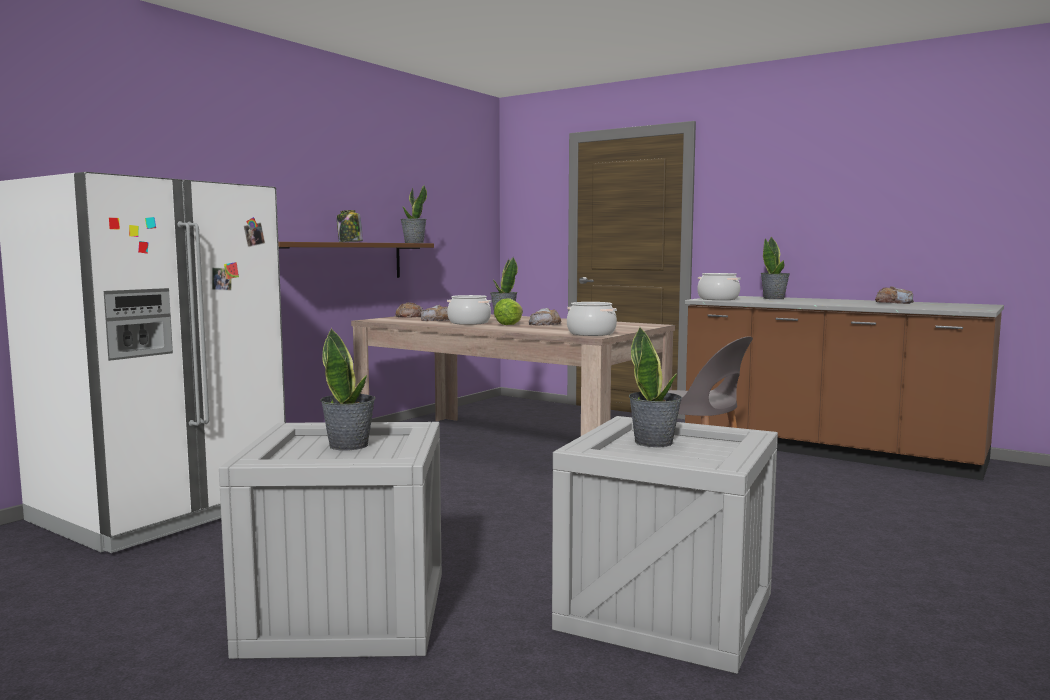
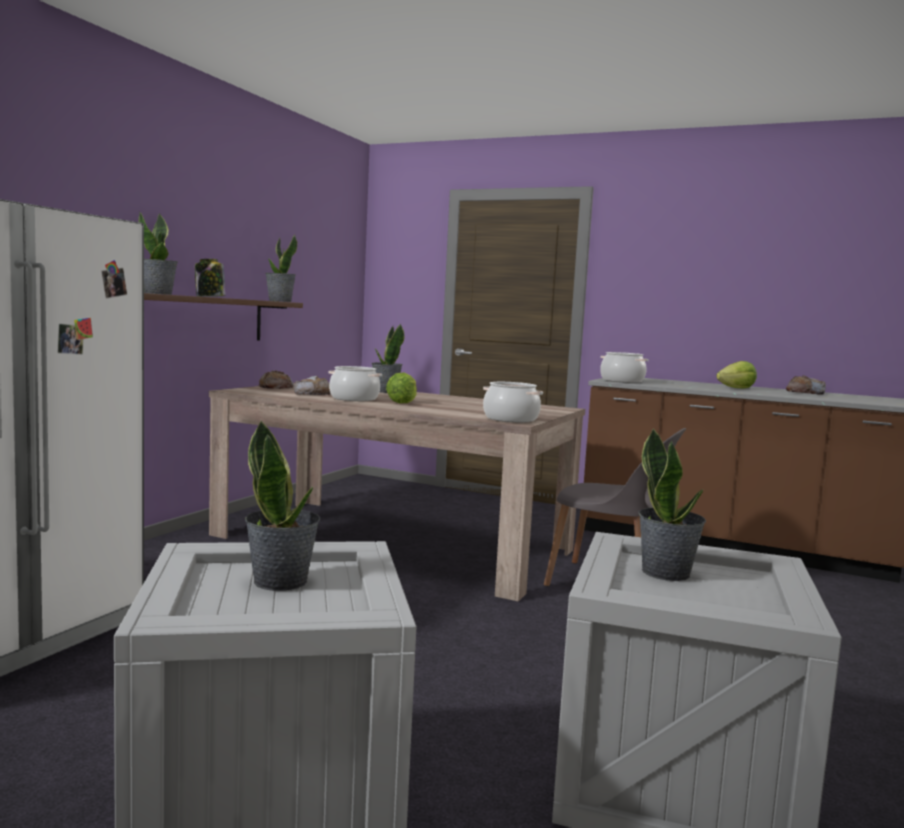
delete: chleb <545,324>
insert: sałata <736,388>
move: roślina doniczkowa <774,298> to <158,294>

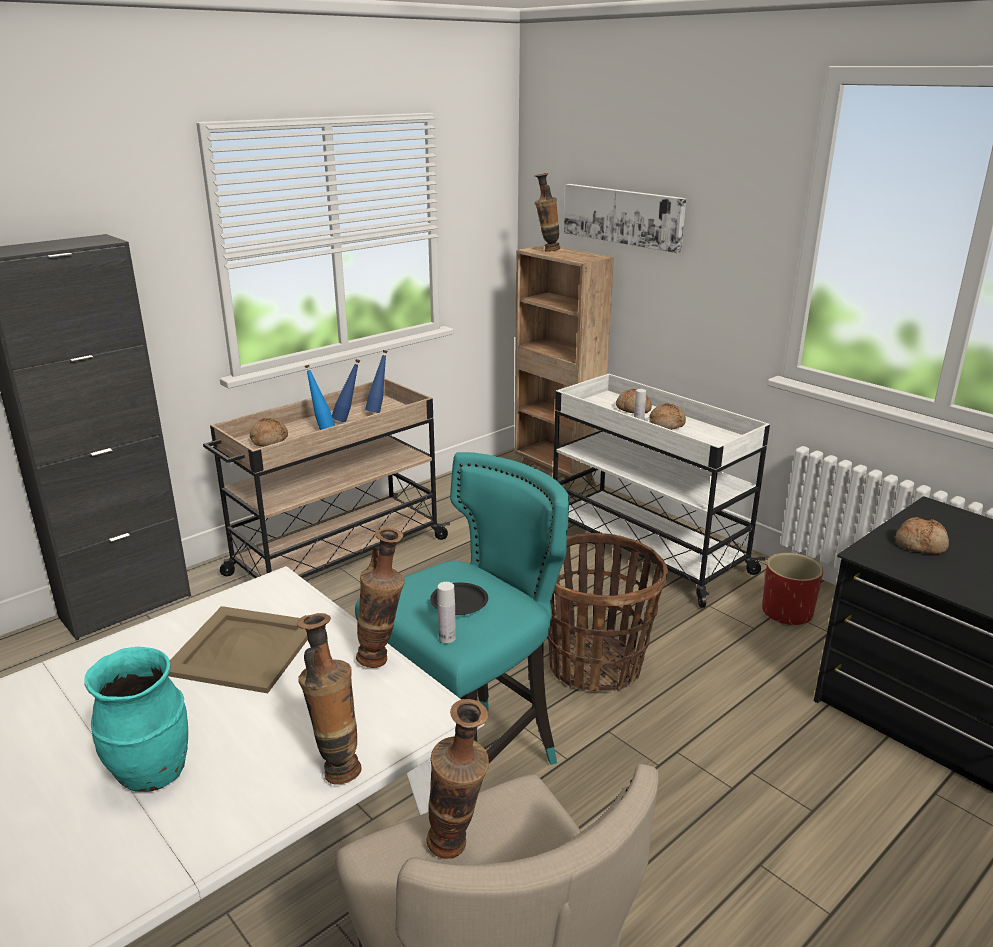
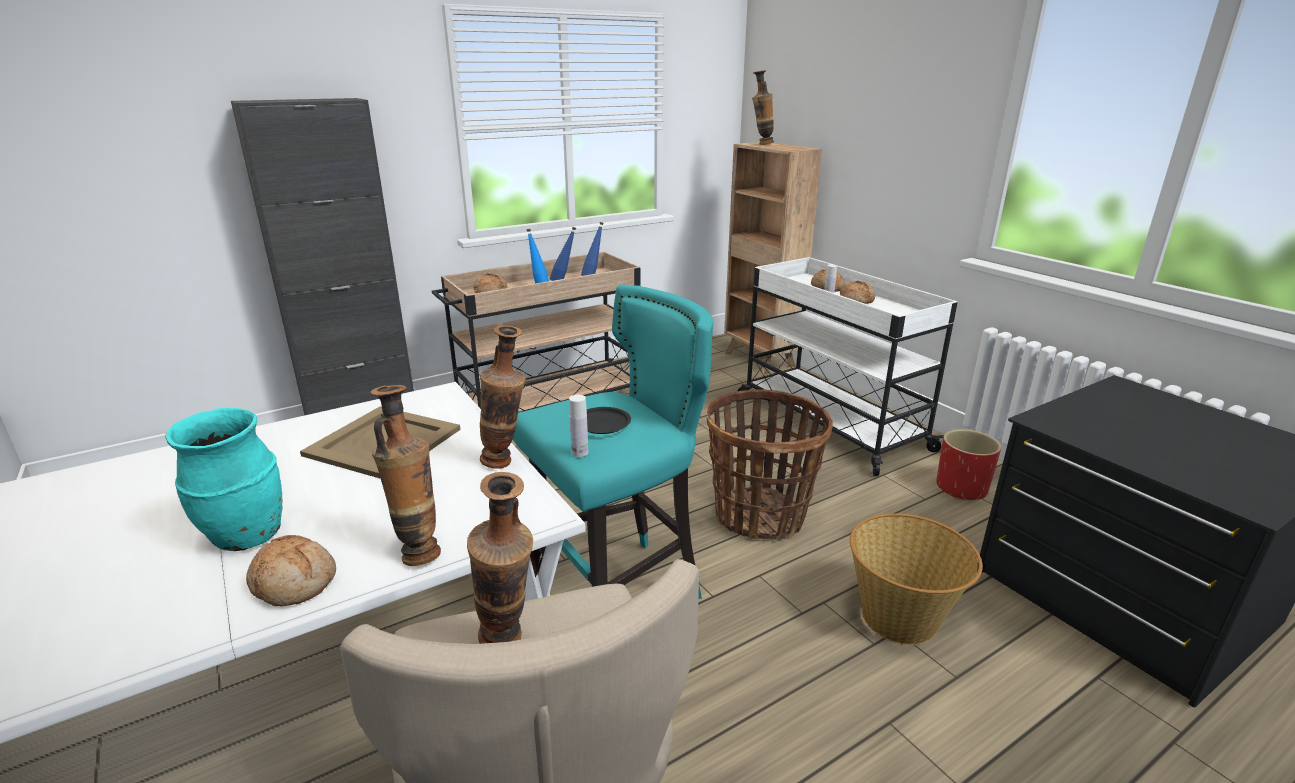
delete: obraz <623,216>
insert: koszyk <900,617>
move: chleb <921,544> to <295,582>

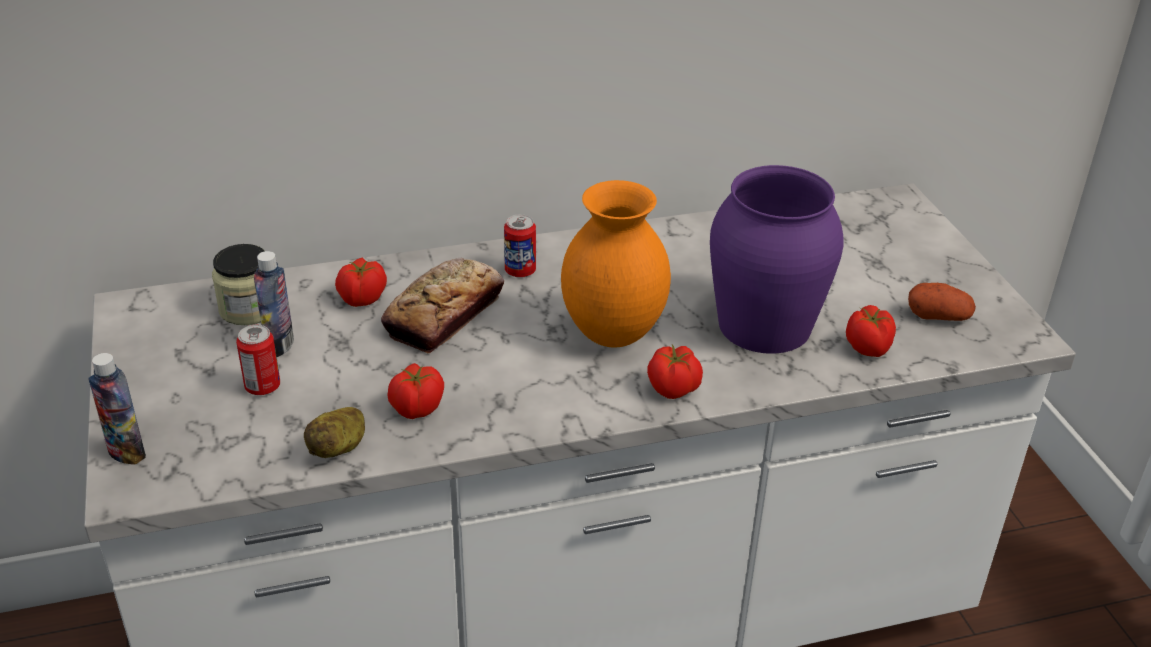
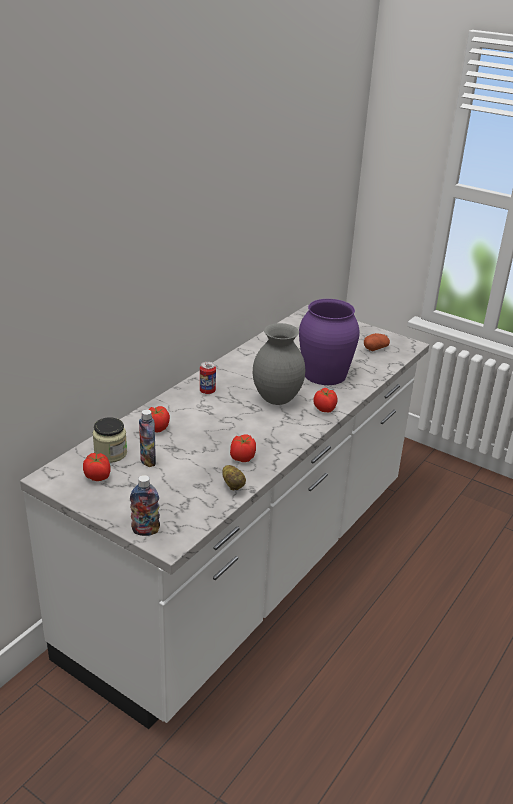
delete: puszka <262,387>; chleb <444,314>
move: pomidor <868,348> to <97,476>
recolor: wazon (pomarańczowy) <613,333> to wazon (szary) <276,399>

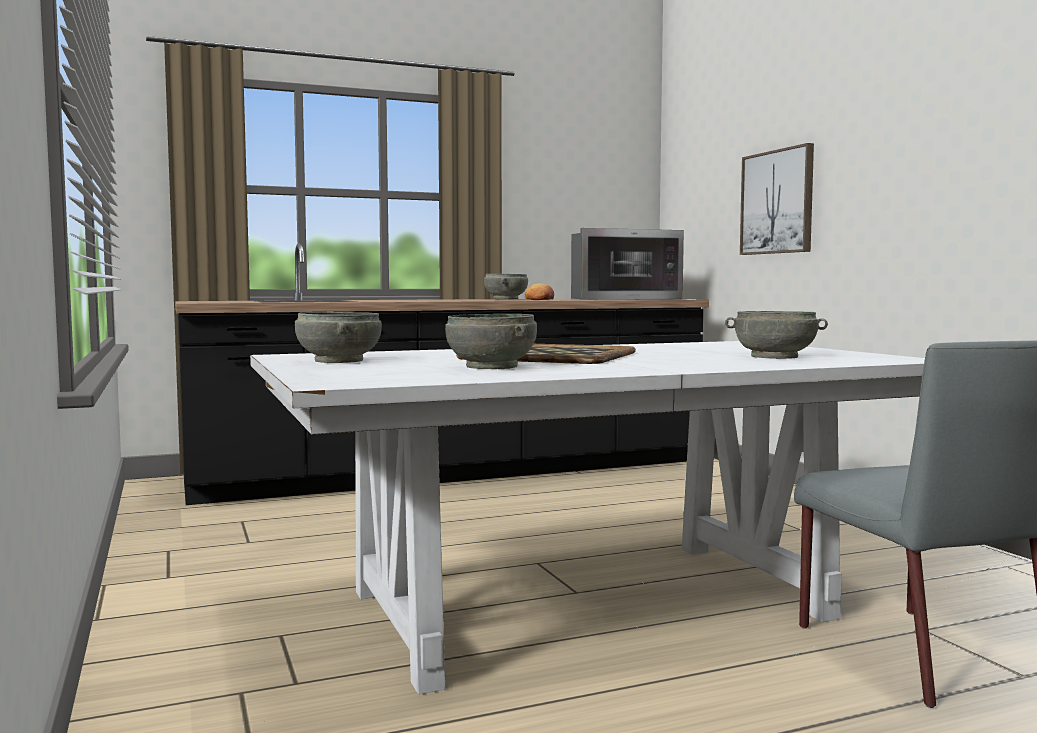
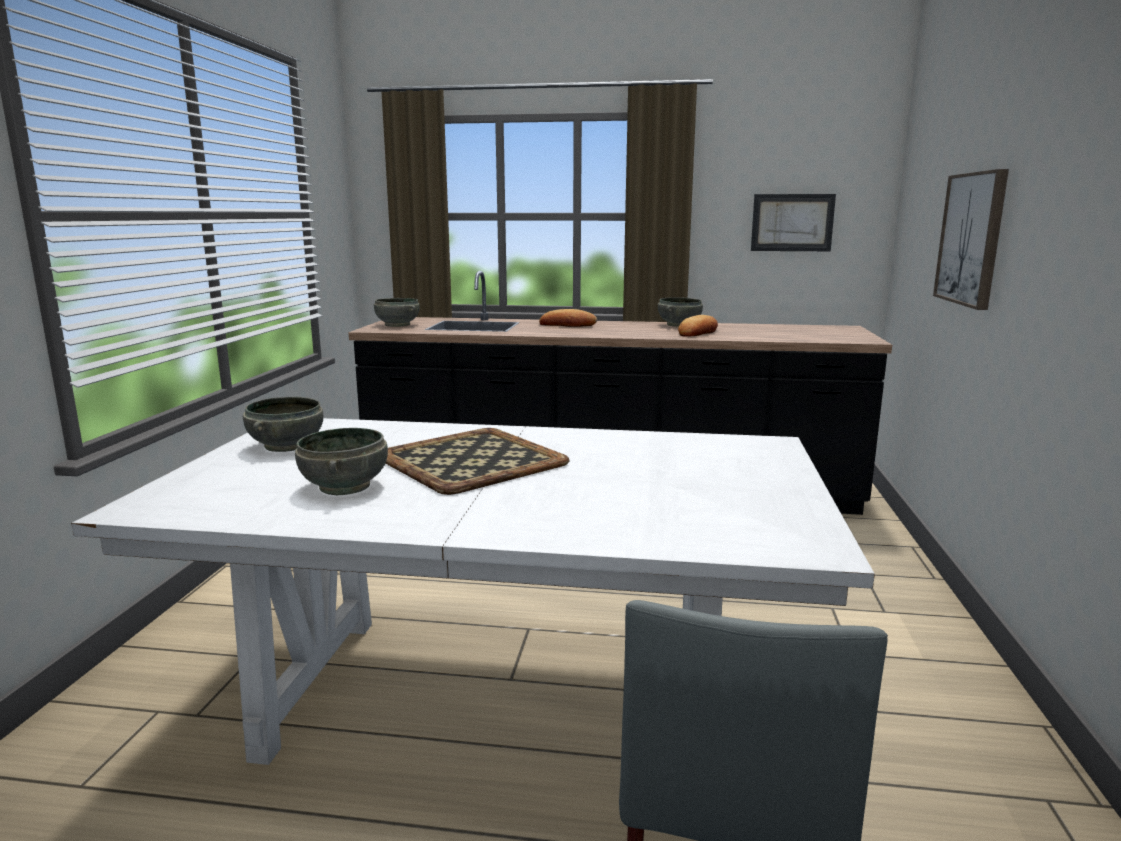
delete: mikrofalówka <620,298>
insert: chleb <567,325>; obraz <792,222>
move: miska (szary) <774,357> to <397,325>

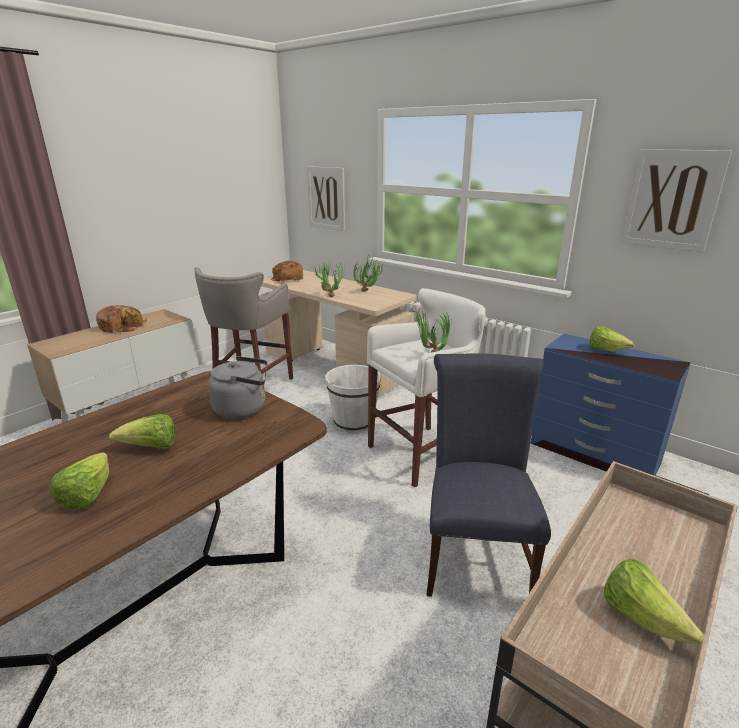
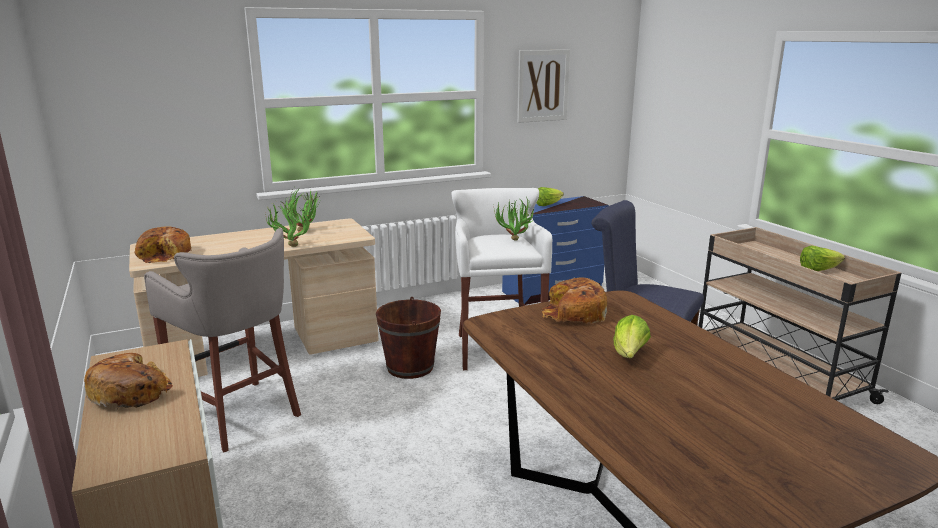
delete: sałata <88,495>; obraz <326,198>
replace: czajnik (szary) <244,409> to chleb <573,314>
recolor: wiadro (biały) <353,422> to wiadro (brązowy) <410,367>

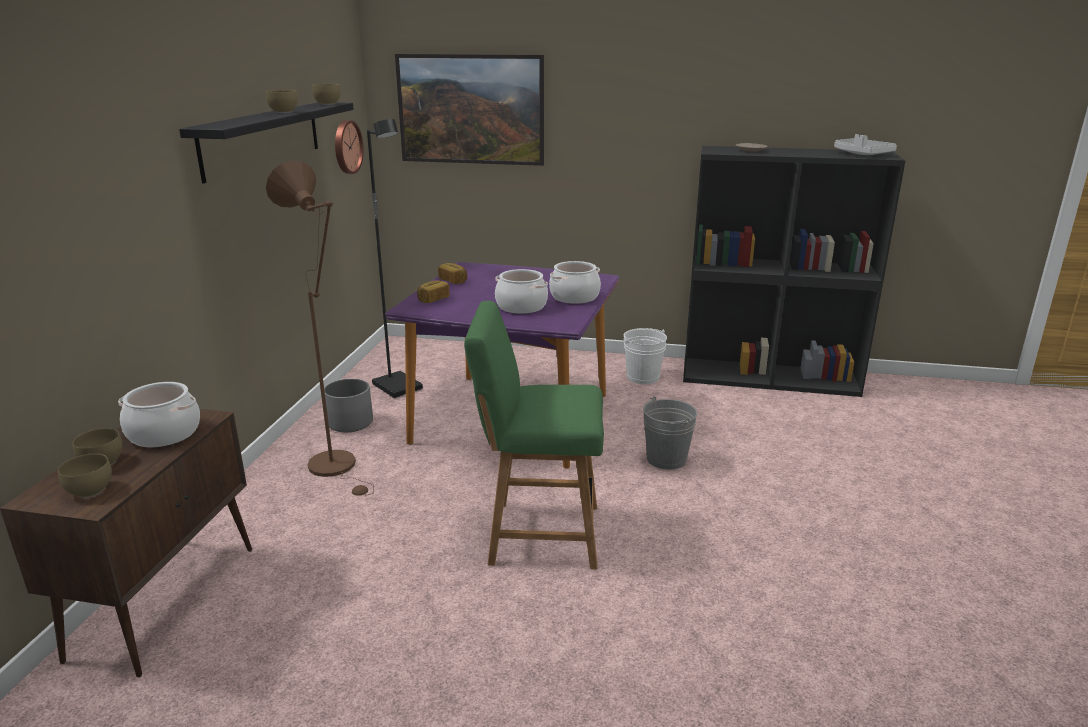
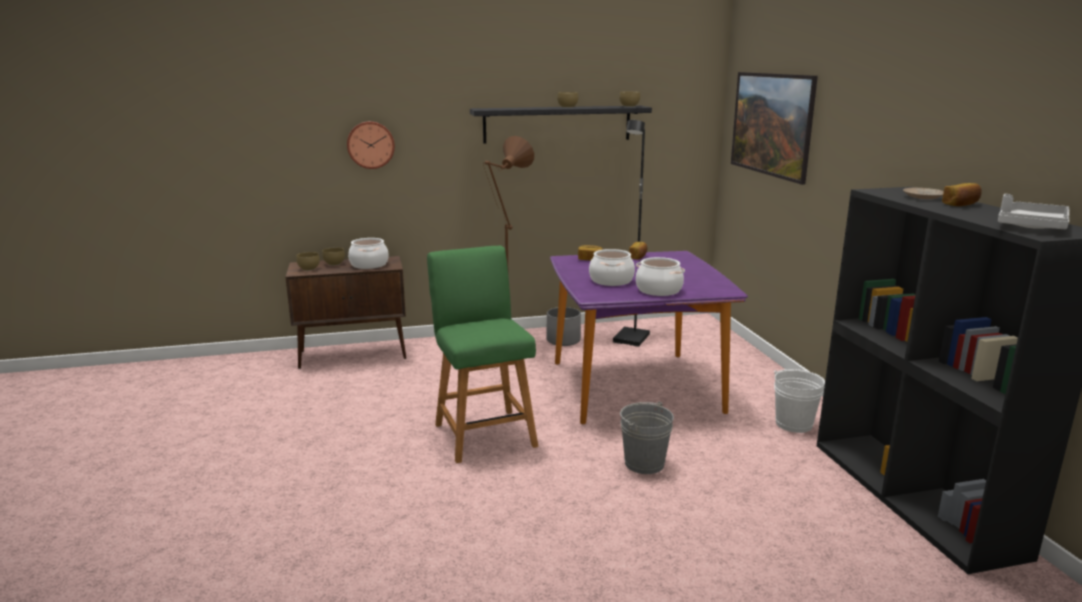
insert: chleb <961,204>
move: zegar ścienny <346,147> to <370,144>

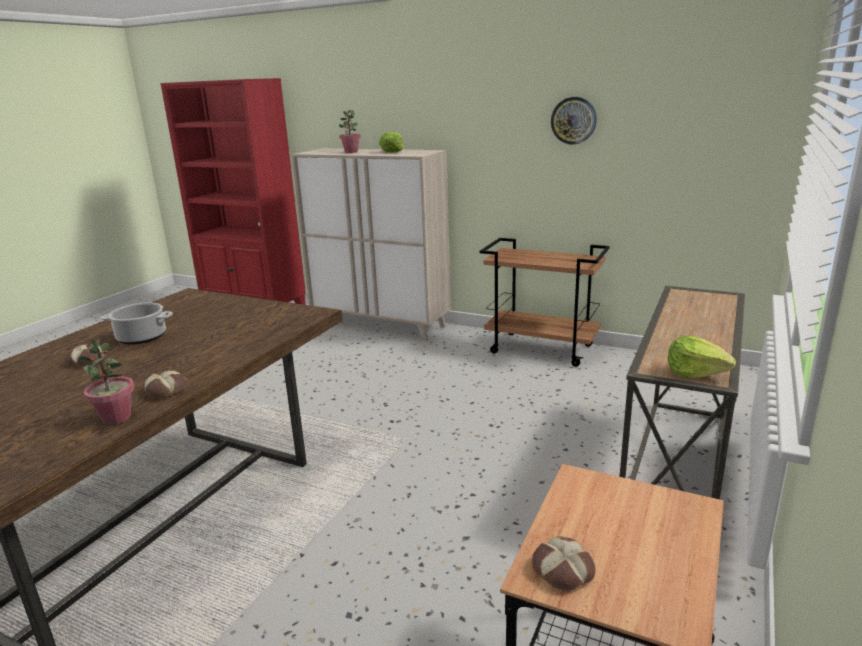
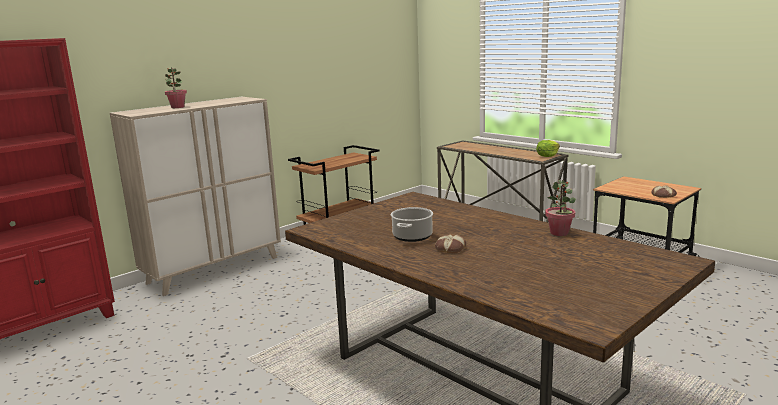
delete: chleb <167,390>; sałata <392,151>; zegar ścienny <573,120>

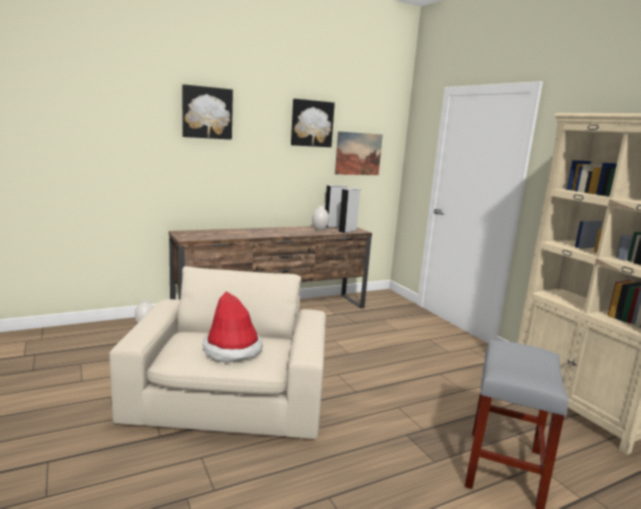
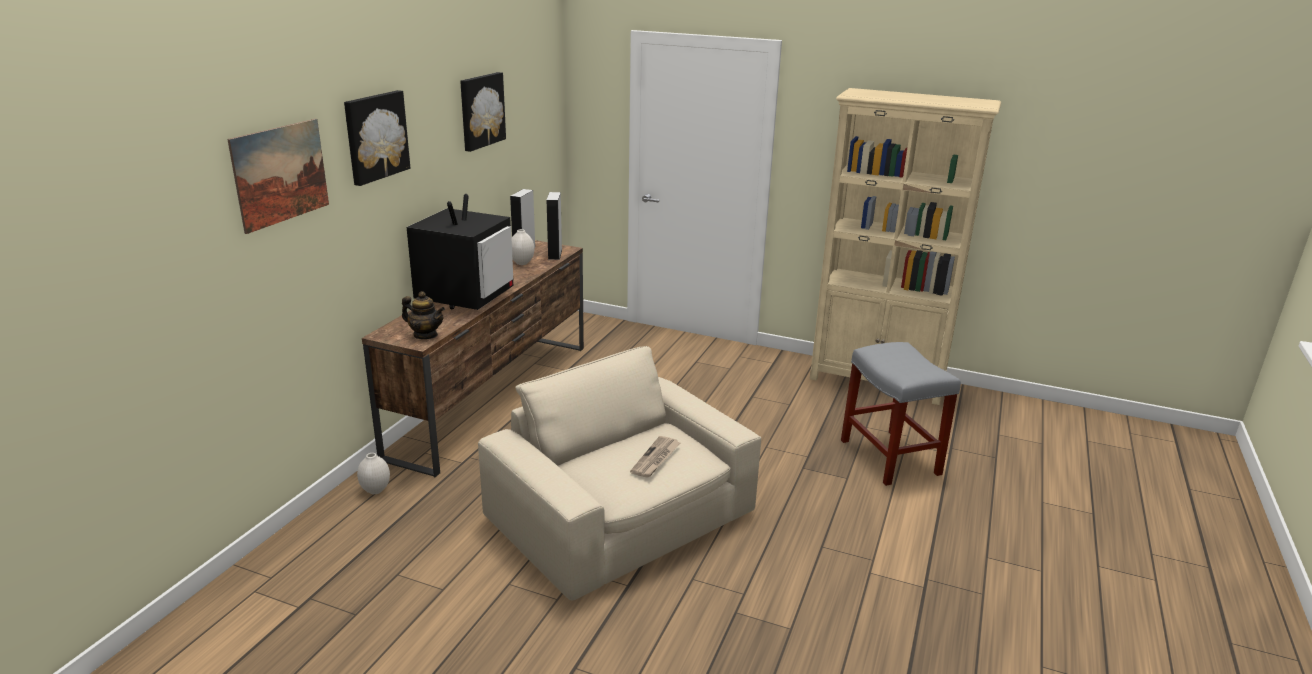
insert: imbryk <425,335>; telewizor <465,297>
move: obraz <358,154> to <281,174>
replace: kapelusz <232,349> to gazeta <656,459>

